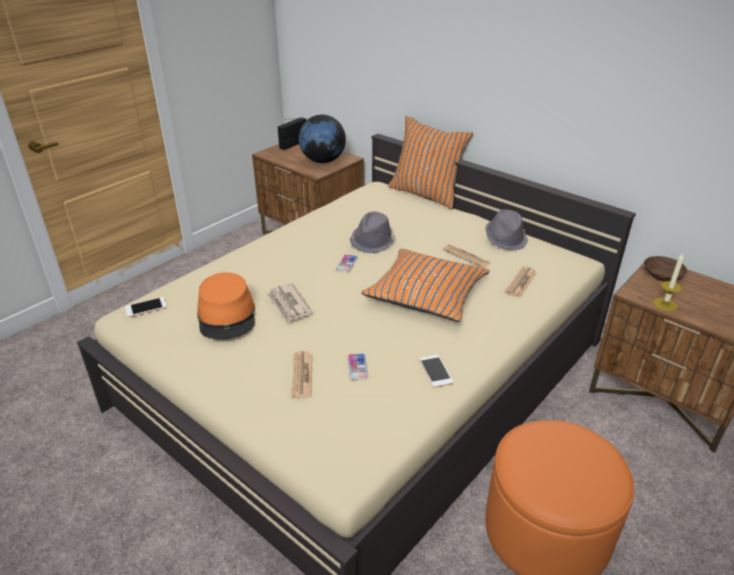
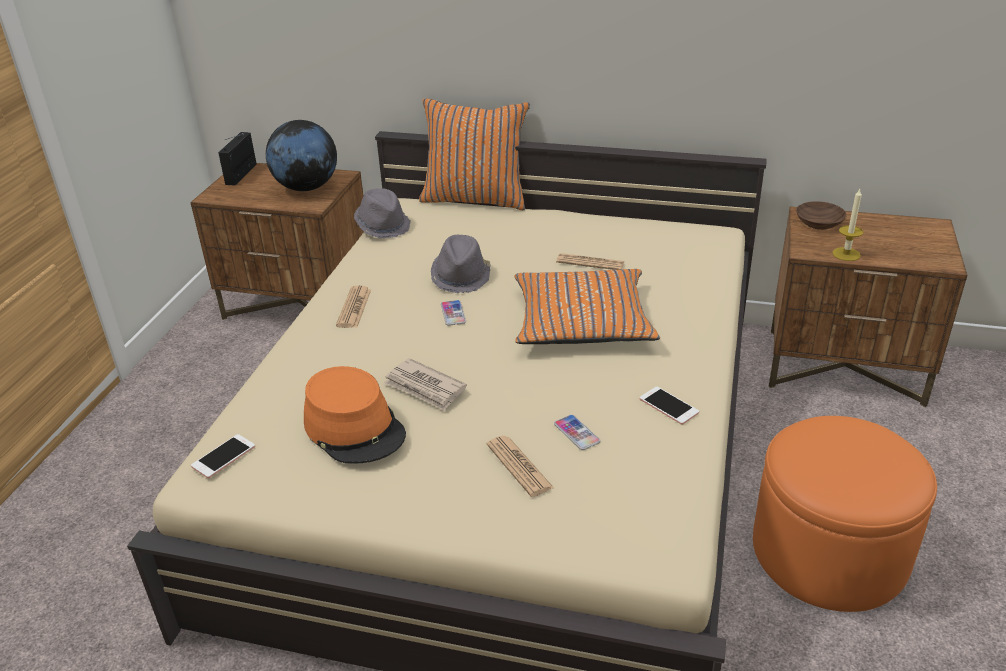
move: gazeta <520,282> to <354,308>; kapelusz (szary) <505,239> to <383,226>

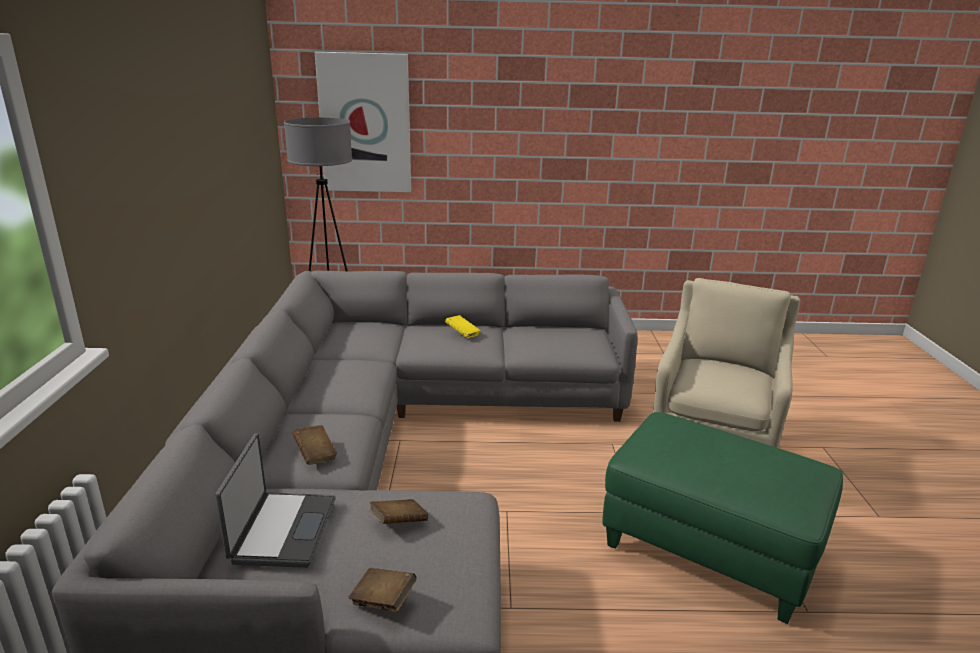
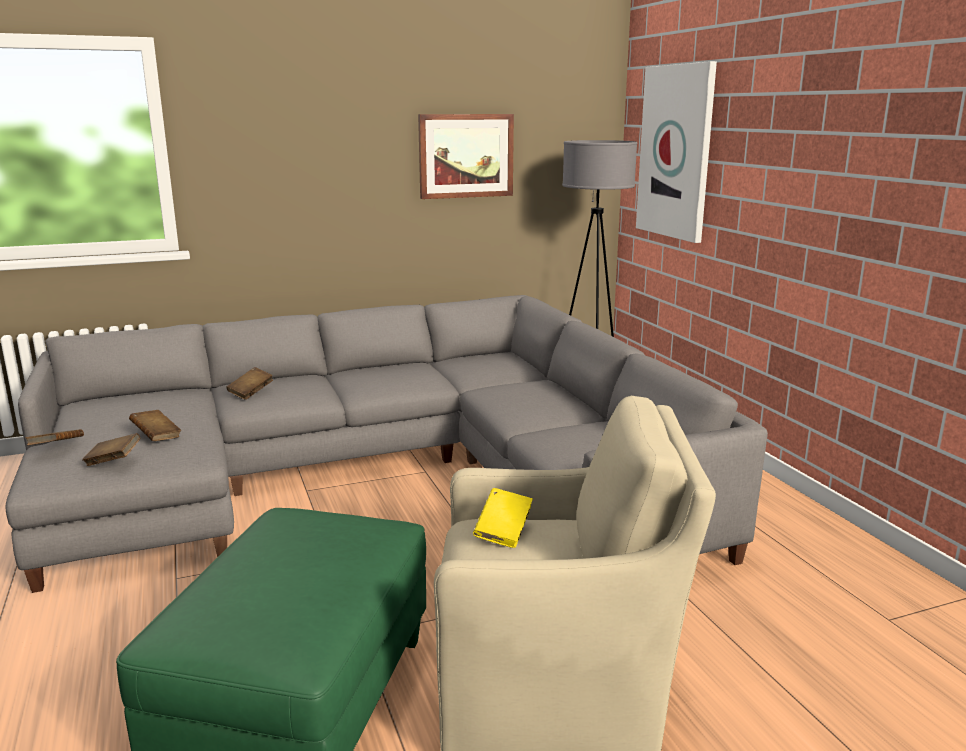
delete: laptop <282,530>
insert: książka (brązowy) <113,461>; obraz <466,156>
move: książka (żółty) <462,334> to <503,532>

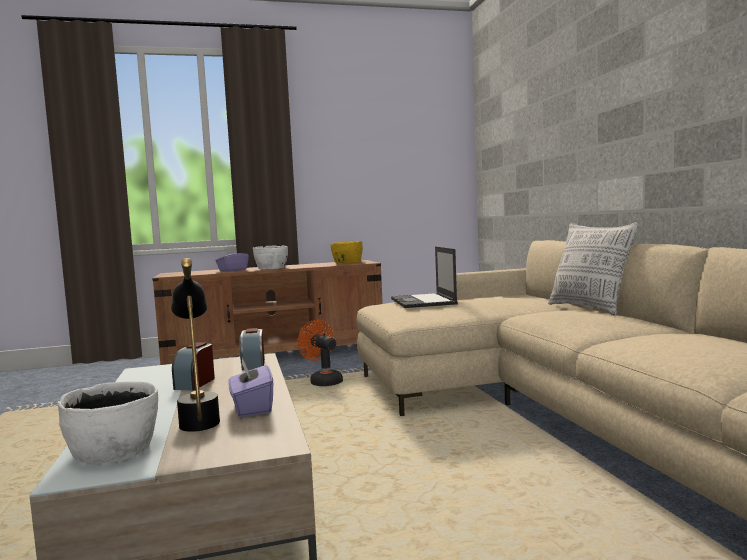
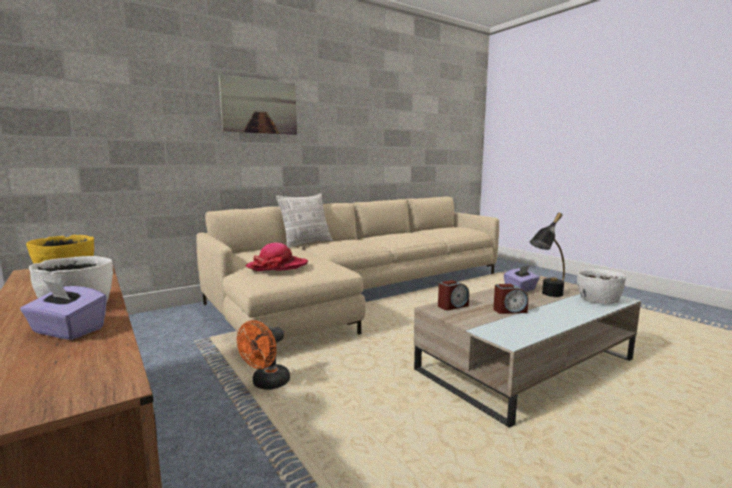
insert: obraz <259,106>
replace: laptop <423,301> to kapelusz <277,266>

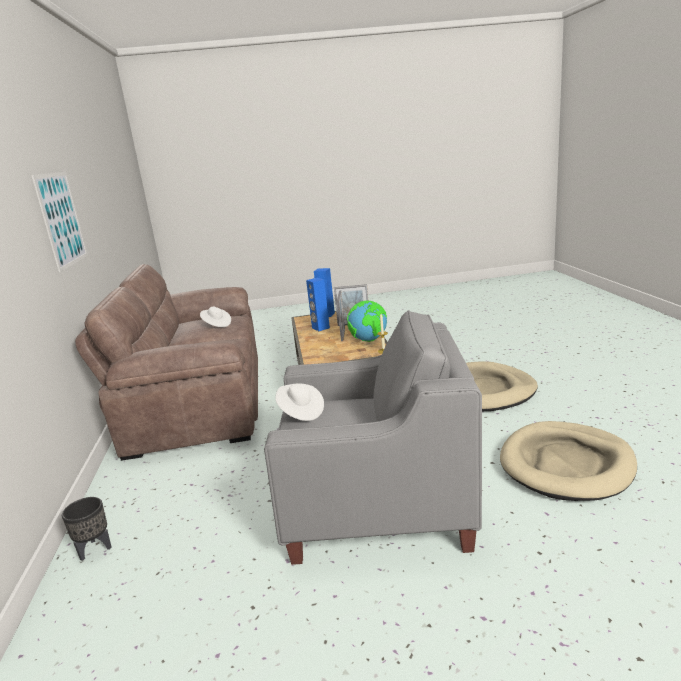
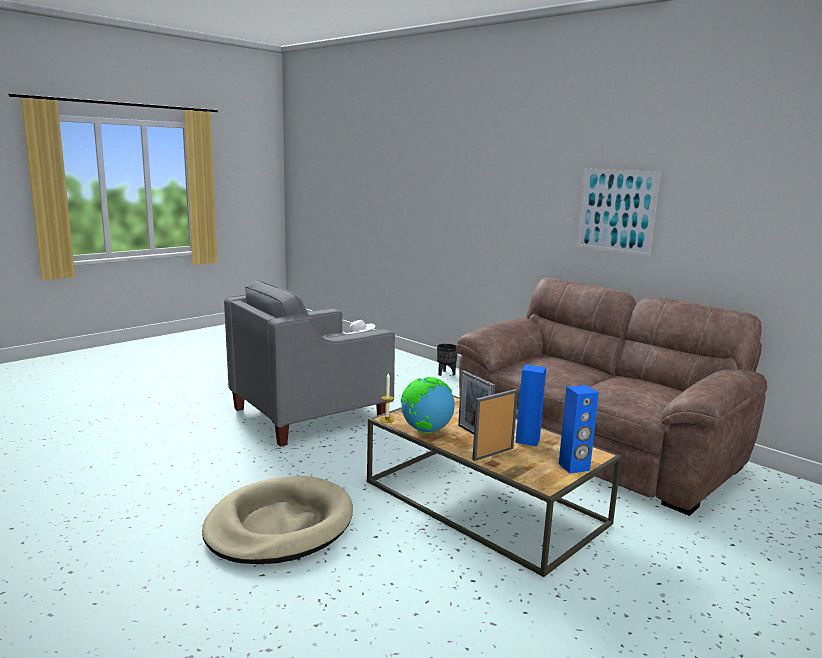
delete: kapelusz (biały) <216,325>; legowisko (beżowy) <566,464>

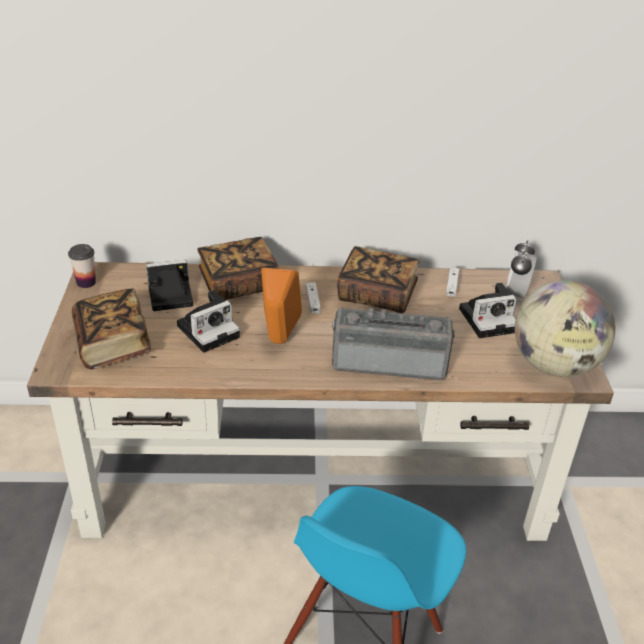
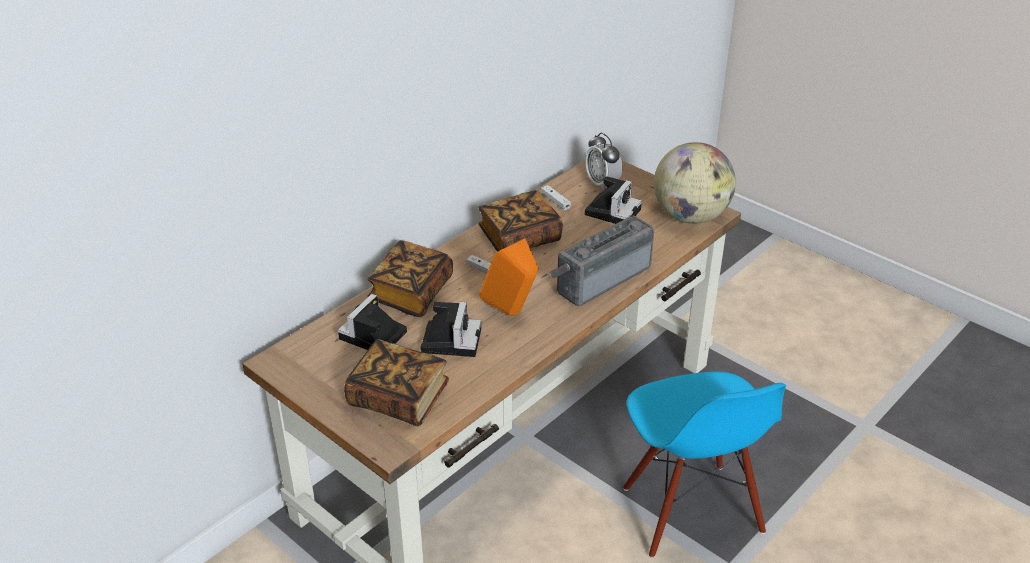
delete: filiżanka <86,282>

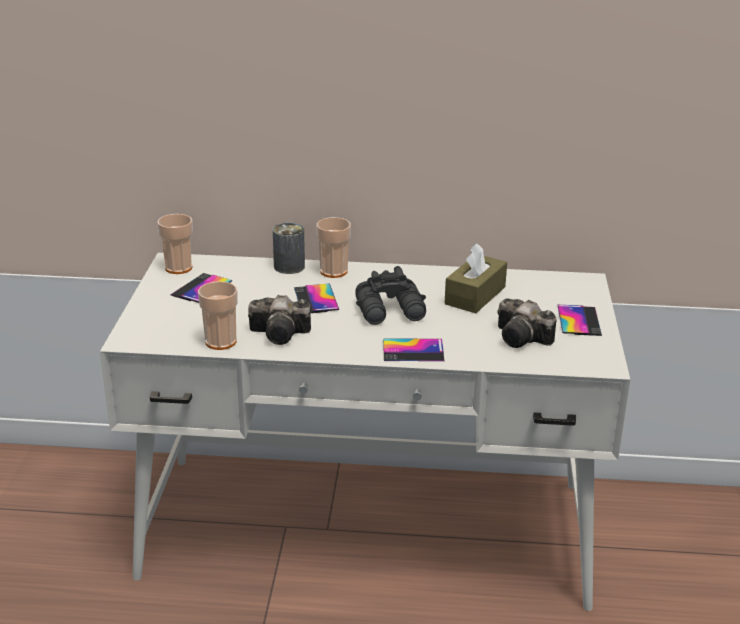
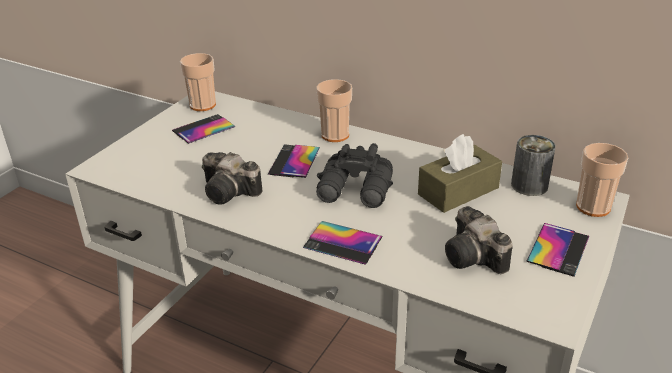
move: puszka <289,266> to <529,185>; filiżanka <220,342> to <593,207>

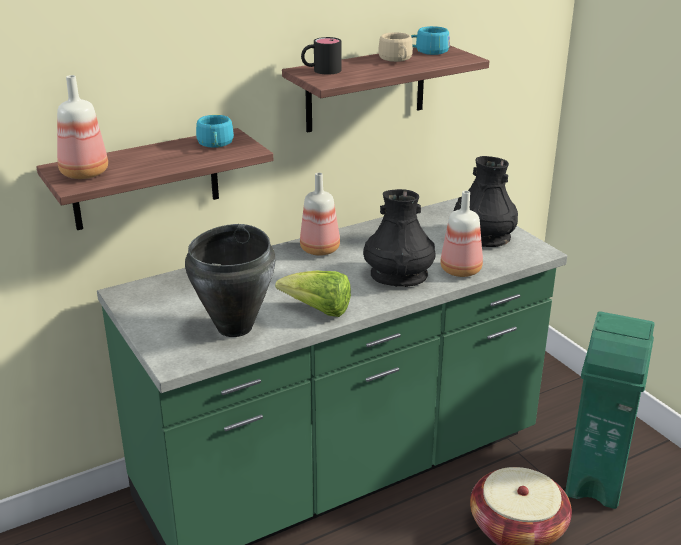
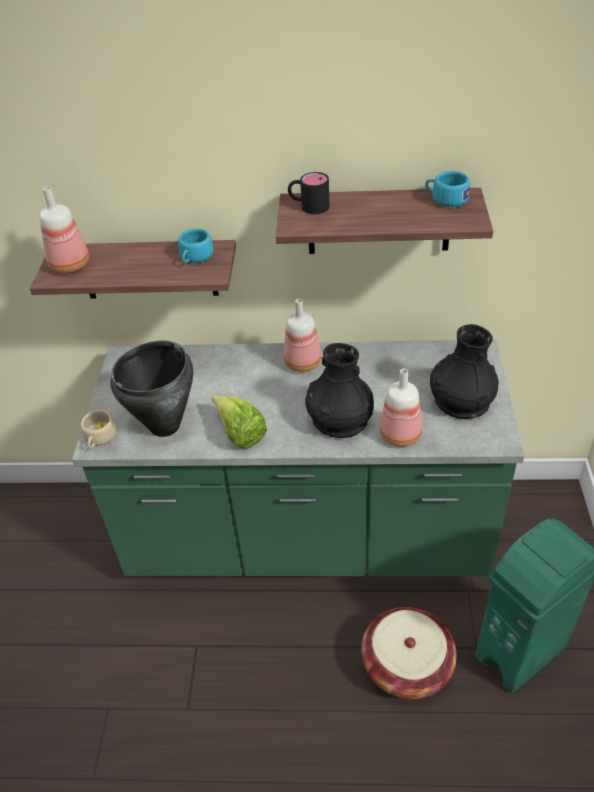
move: filiżanka (beżowy) <397,59> to <99,438>

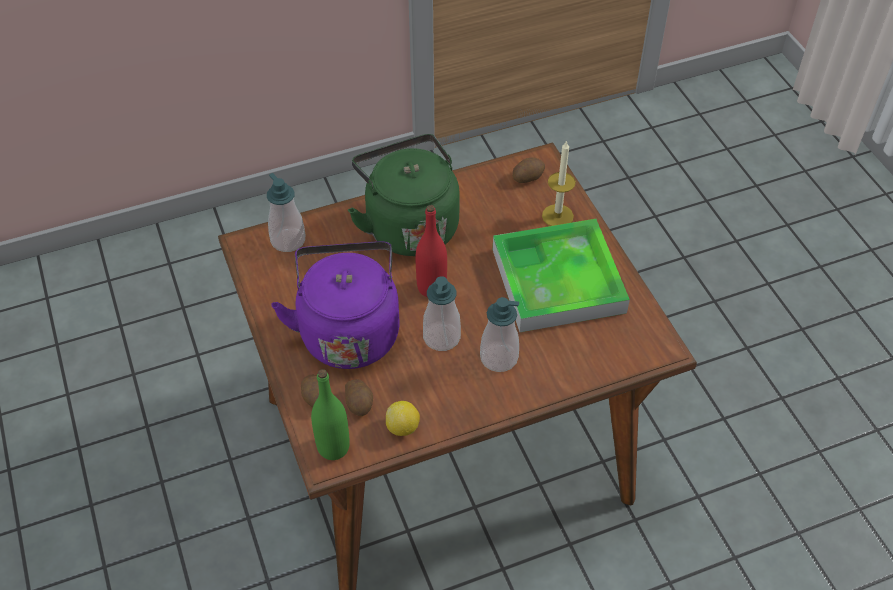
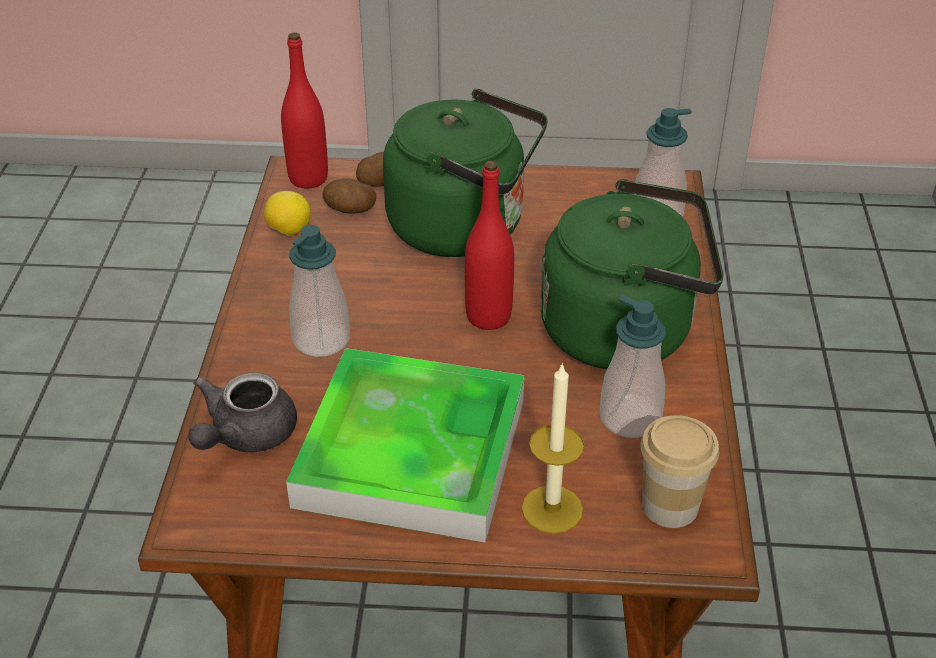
insert: imbryk (szary) <244,435>
move: dozownik mydła <441,337> to <630,418>
replace: ziemniak <527,177> to filiżanka <670,506>
recolor: butelka (zielony) <333,447> to butelka (czerwony) <308,178>; czajnik (fioletowy) <348,331> to czajnik (zielony) <465,228>

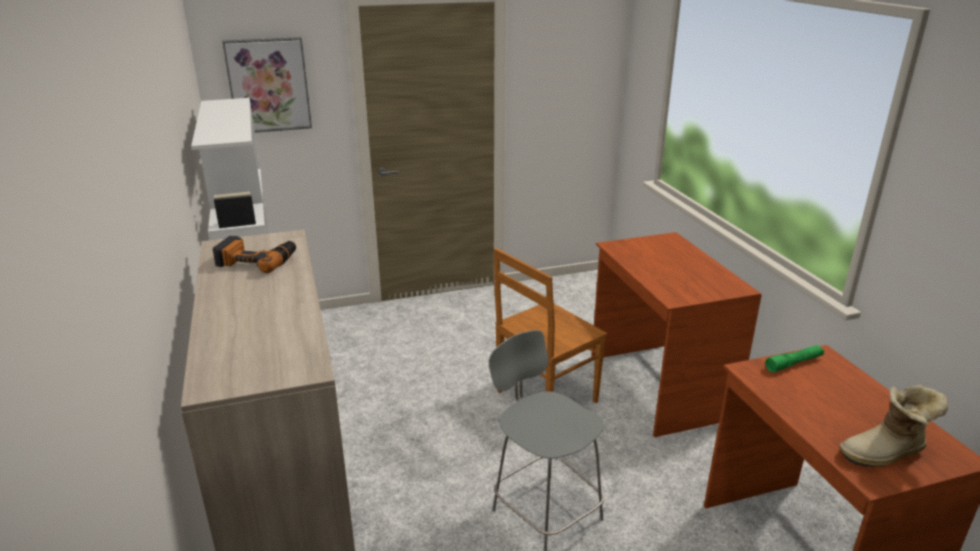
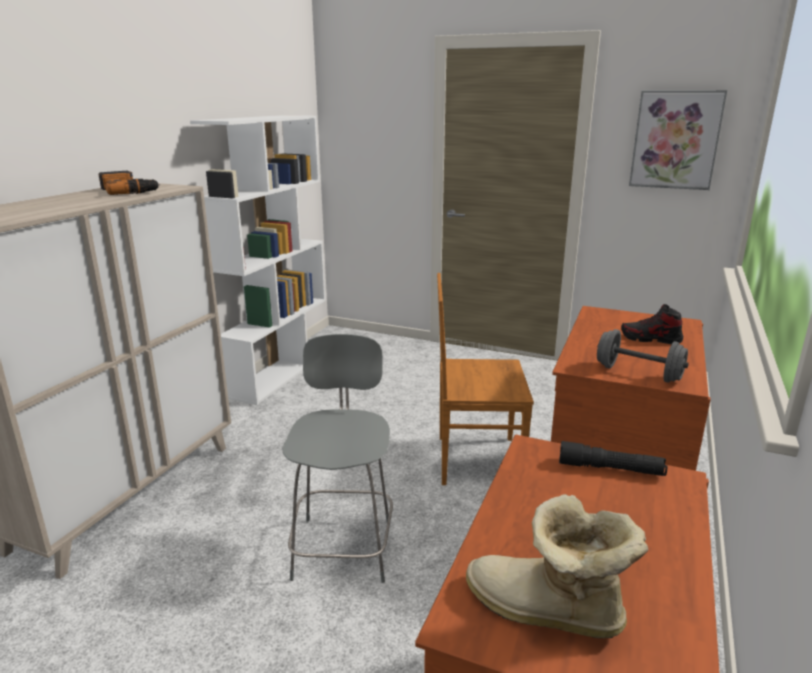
insert: hantel (szary) <638,373>; but <650,339>
move: obraz <268,85> to <675,140>
recolor: latarka (zielony) <794,363> to latarka (czarny) <610,469>

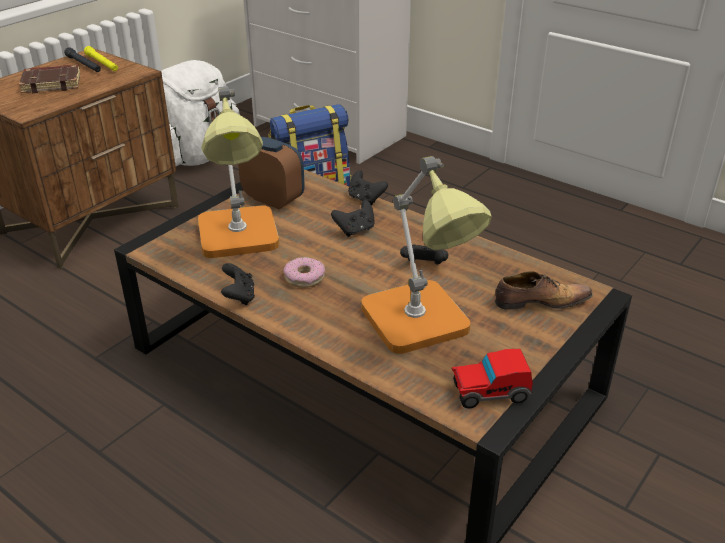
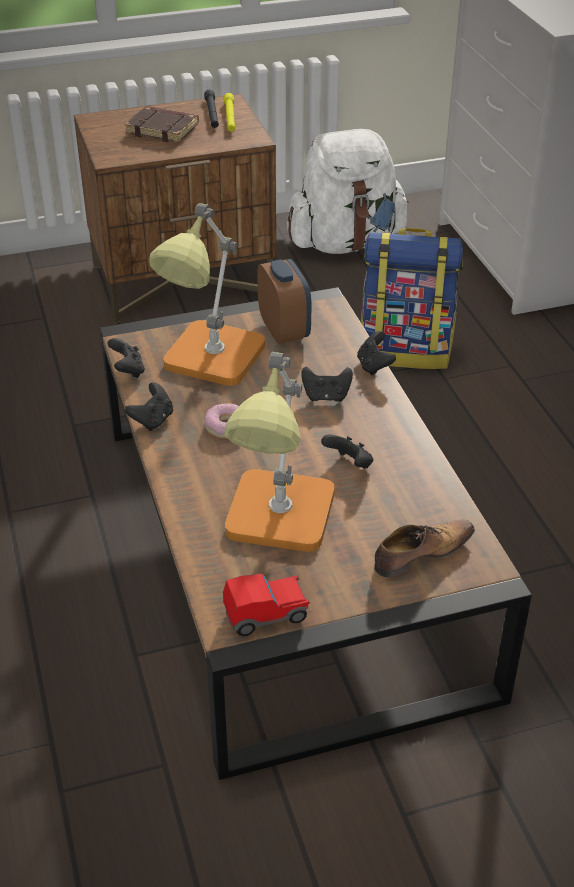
insert: pad do gier (czarny) <128,371>
rotate: samochodzik <489,393> = <266,615> 135 degrees clockwise; but <539,302> = <420,554> 60 degrees counterclockwise

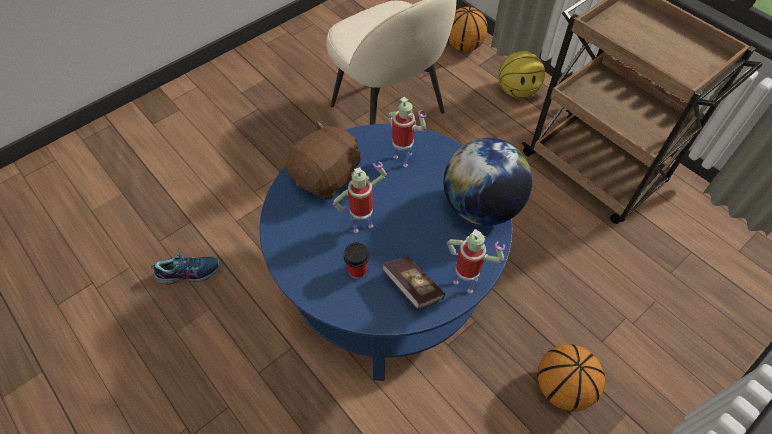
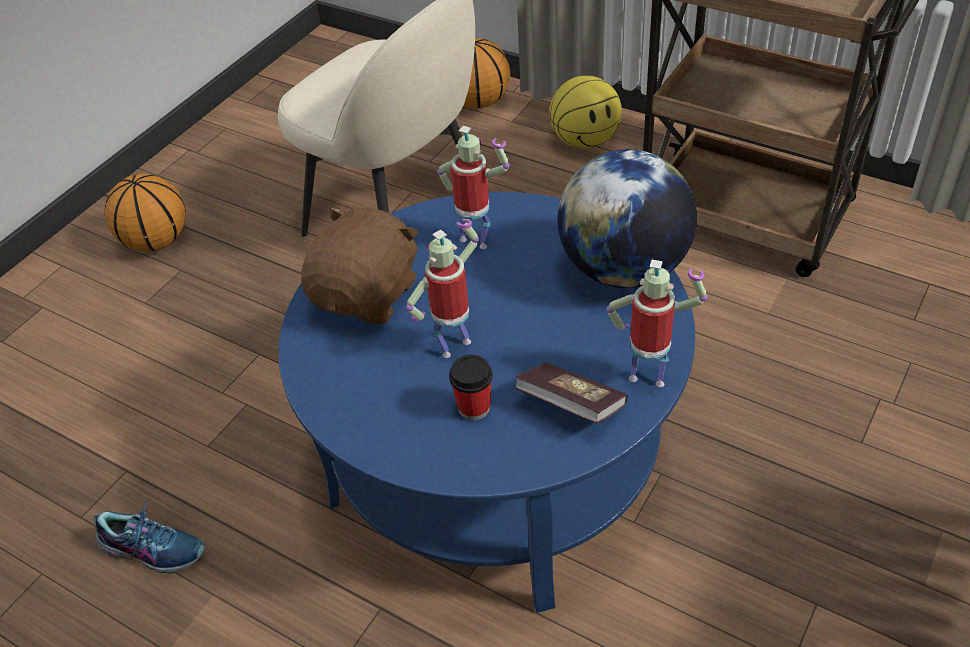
move: piłka do koszykówki <562,388> to <156,242>
rotate: but <189,272> = <153,548> 45 degrees clockwise

